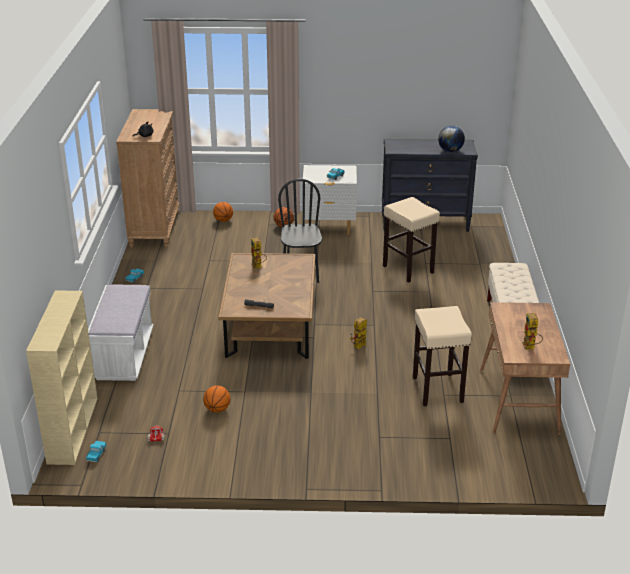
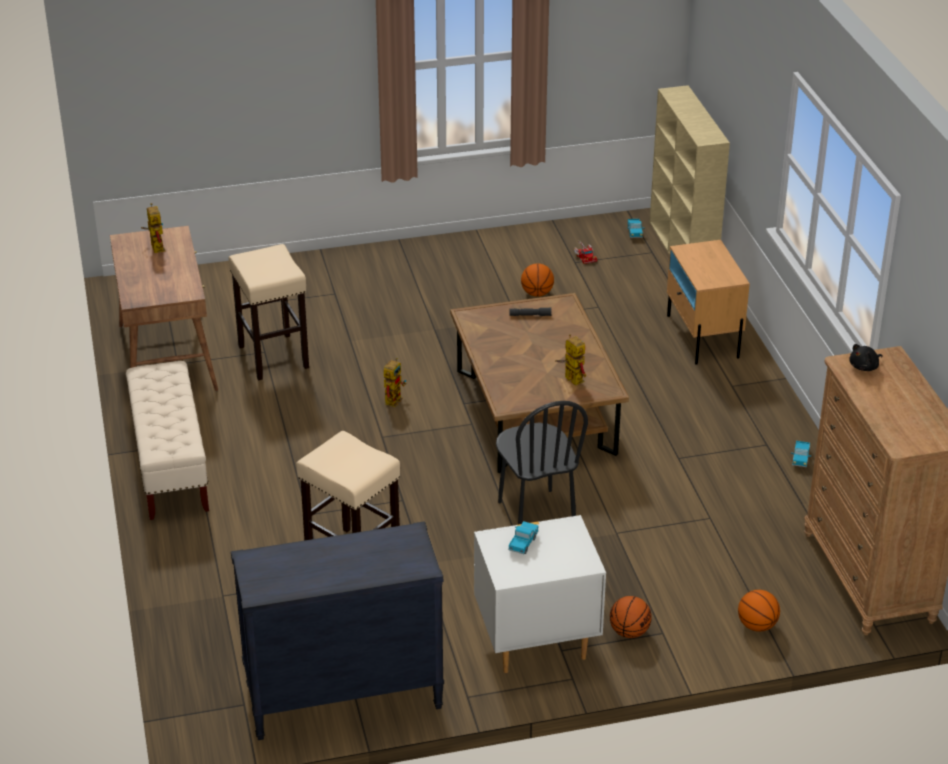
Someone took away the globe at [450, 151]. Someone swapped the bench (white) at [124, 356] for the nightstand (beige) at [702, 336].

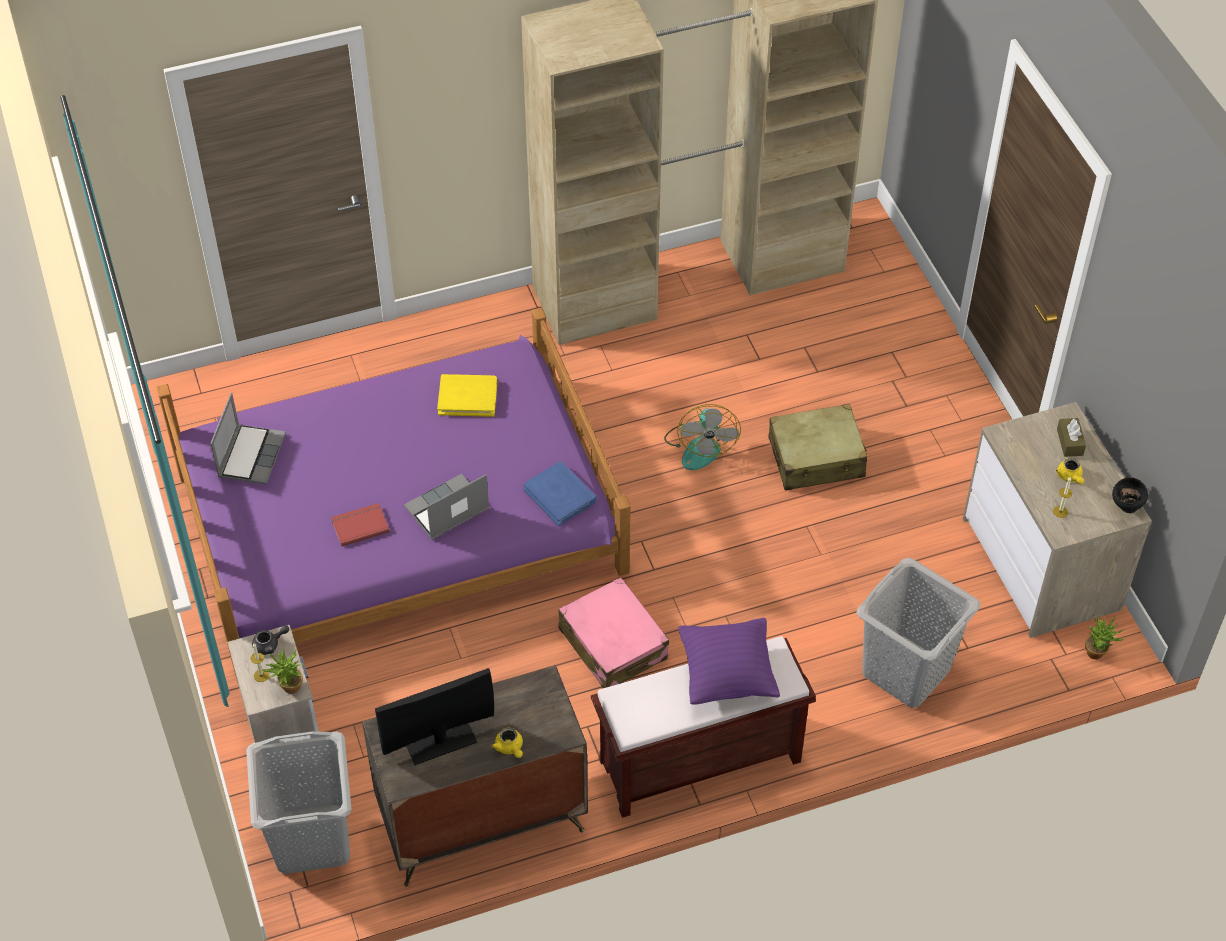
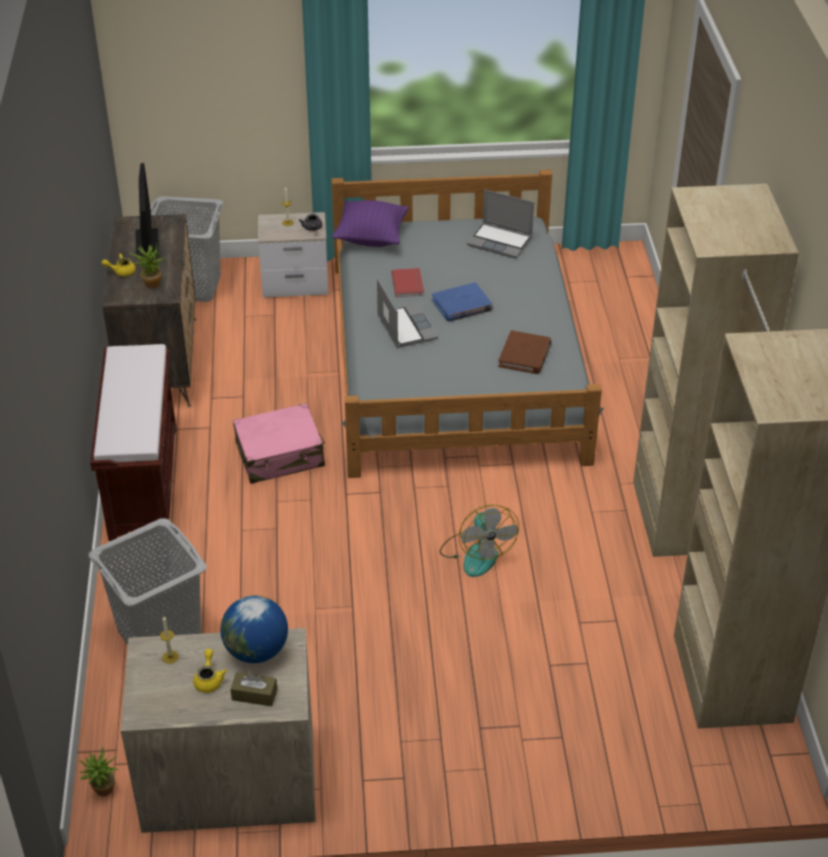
Someone repainted the bed (purple) at [401, 521], which became the bed (grey) at [455, 360]. Someone repainted the book (yellow) at [467, 397], which became the book (brown) at [525, 355]. Someone rotated the fan at [700, 446] by 120 degrees counterclockwise. Someone took away the suitcase (beige) at [816, 458]. Someone rotated the teapot (yellow) at [1070, 477] by 90 degrees clockwise. Someone carried the book (blue) from [560, 495] to [462, 305]. Someone took away the bowl (black) at [1126, 507]. Someone carried the pillow (purple) from [727, 675] to [371, 238]. Someone carried the potted plant from [288, 688] to [151, 282]. Someone put down the globe at [256, 651].

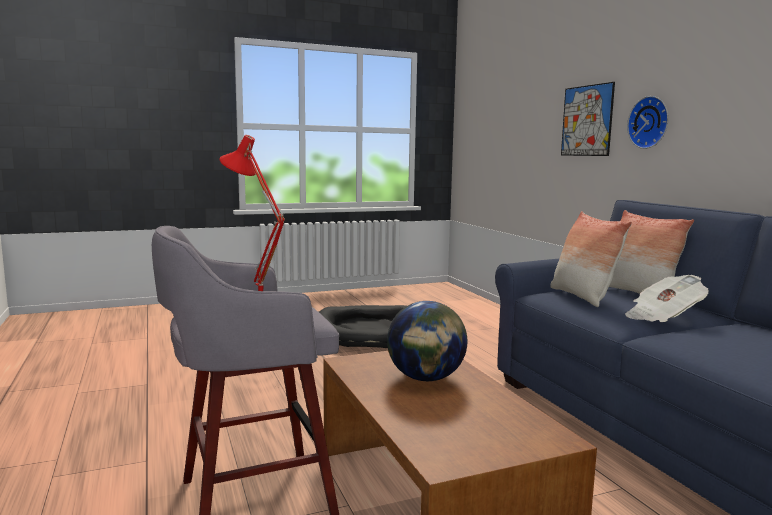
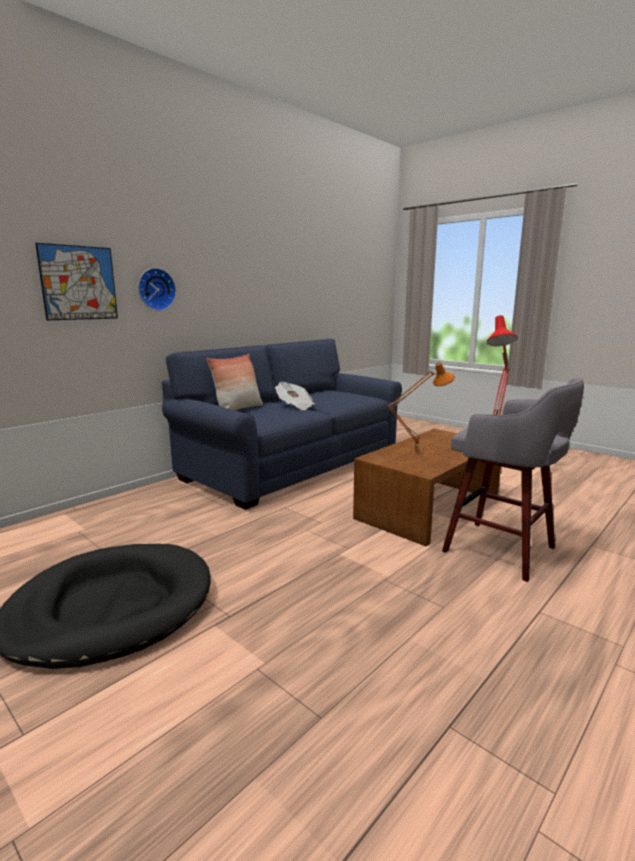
Someone took away the pillow at [582, 297]. Someone swapped the globe at [426, 378] for the table lamp (orange) at [417, 453].

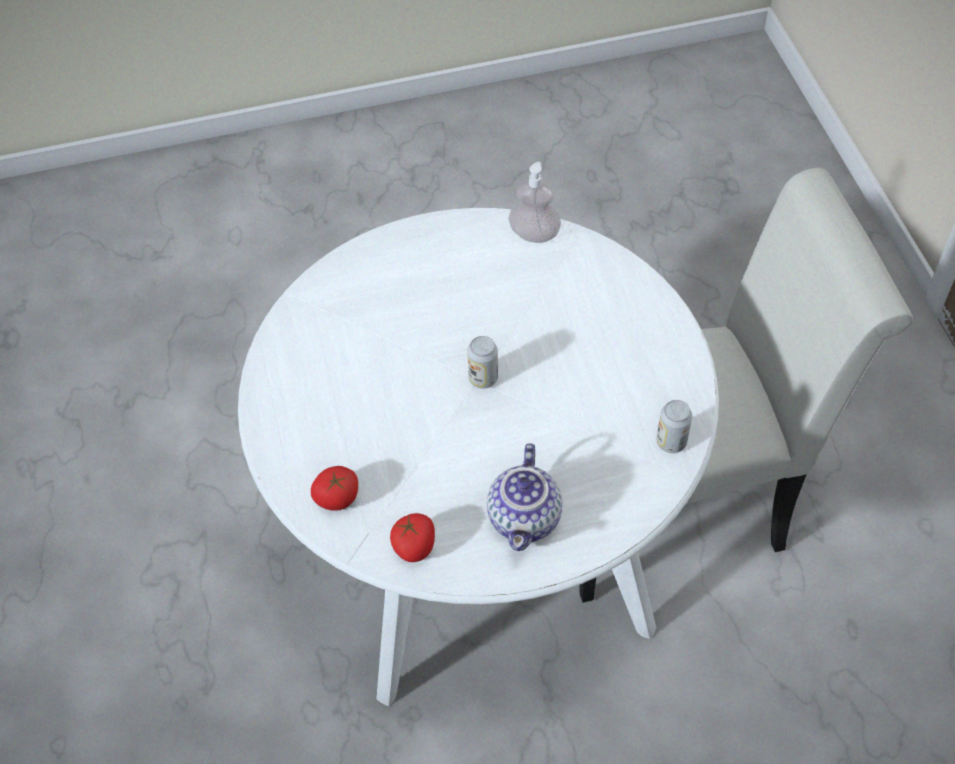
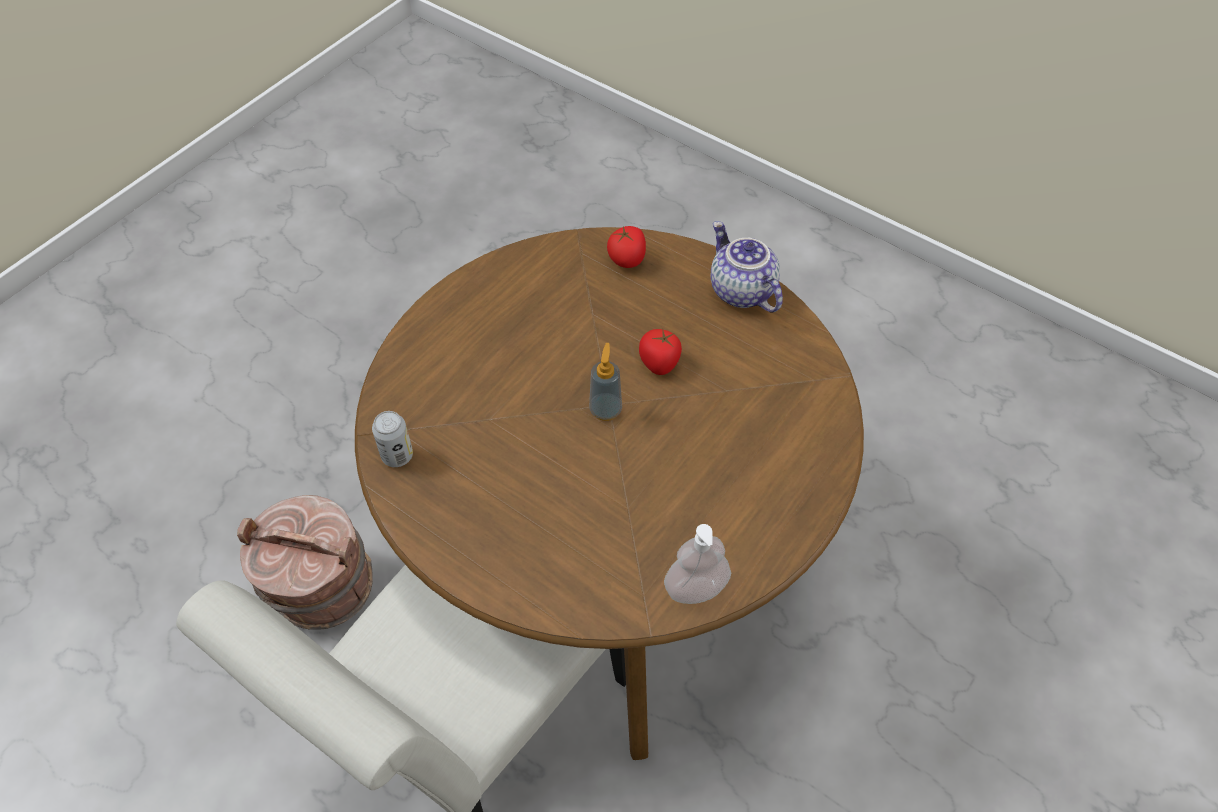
Someone repainted the dining table (white) at [483, 547], which became the dining table (brown) at [610, 572]. Someone swapped the can at [483, 378] for the soap dispenser at [605, 409]. Someone carried the teapot from [526, 519] to [740, 291]. Someone carried the tomato from [414, 546] to [659, 363]. Someone put down the bucket (brown) at [321, 589].

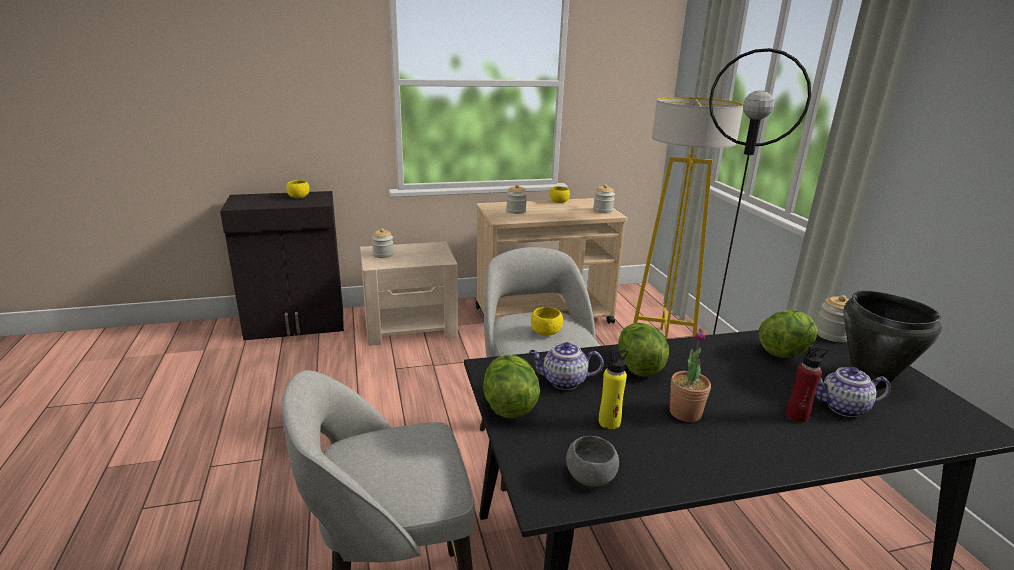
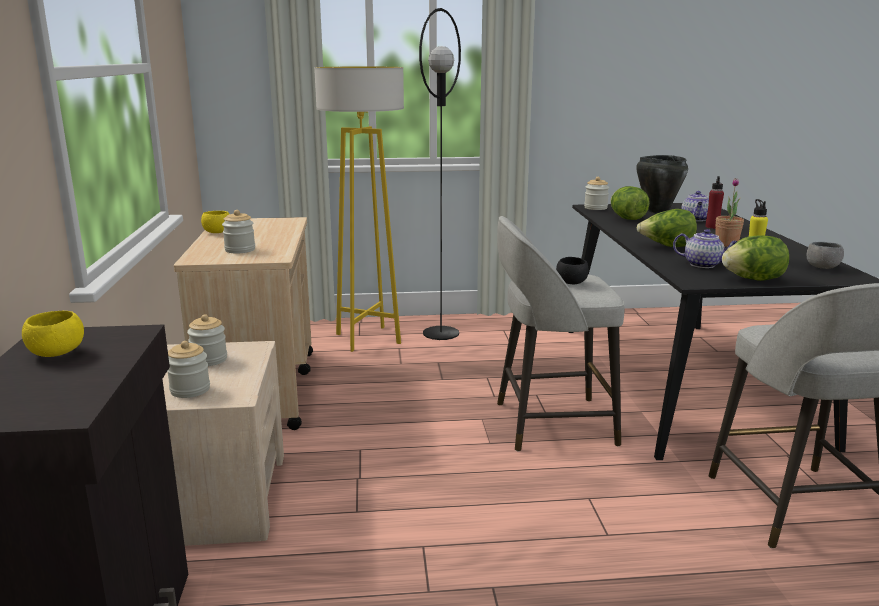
Someone carried the jar from [603, 210] to [209, 360]. Someone repainted the bowl (yellow) at [545, 332], which became the bowl (black) at [571, 283]. Someone rotated the teapot at [563, 381] by 75 degrees counterclockwise.

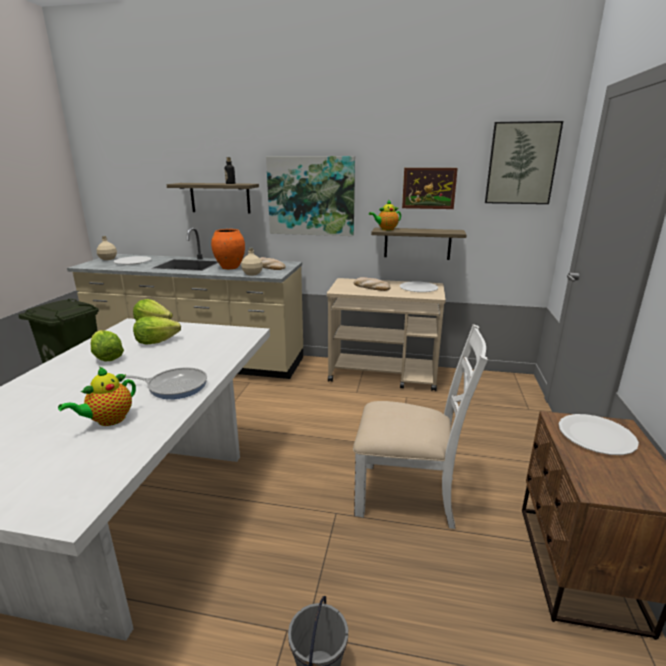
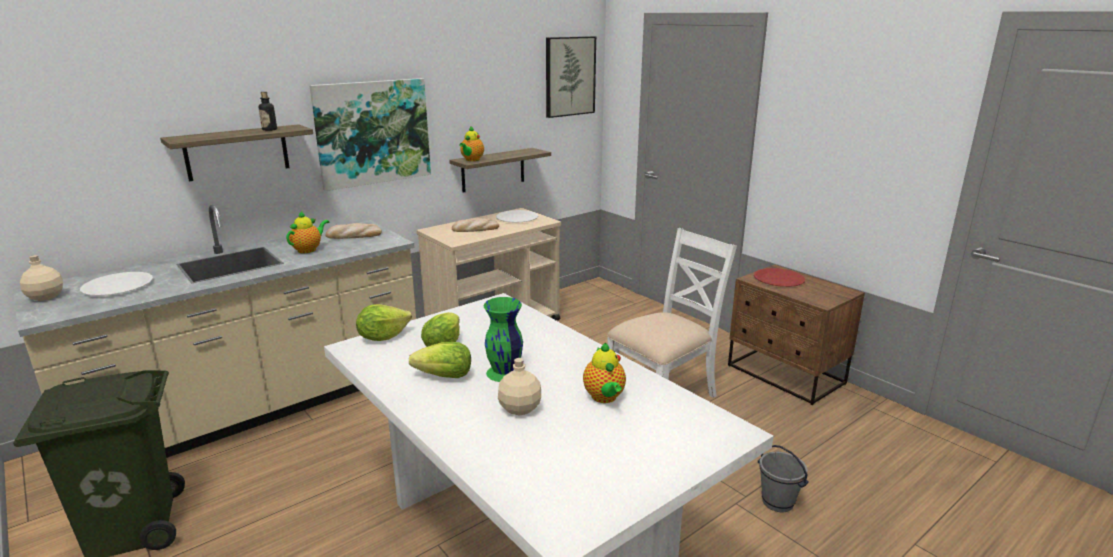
Someone took away the picture at [429, 188]. Someone swapped the vase (orange) at [229, 267] for the teapot at [309, 250]. Someone carried the bottle (beige) from [252, 274] to [520, 408]. Someone took away the frying pan at [174, 386]. Someone repainted the plate (white) at [596, 436], which became the plate (red) at [778, 279]. Someone put down the vase (green) at [504, 373].

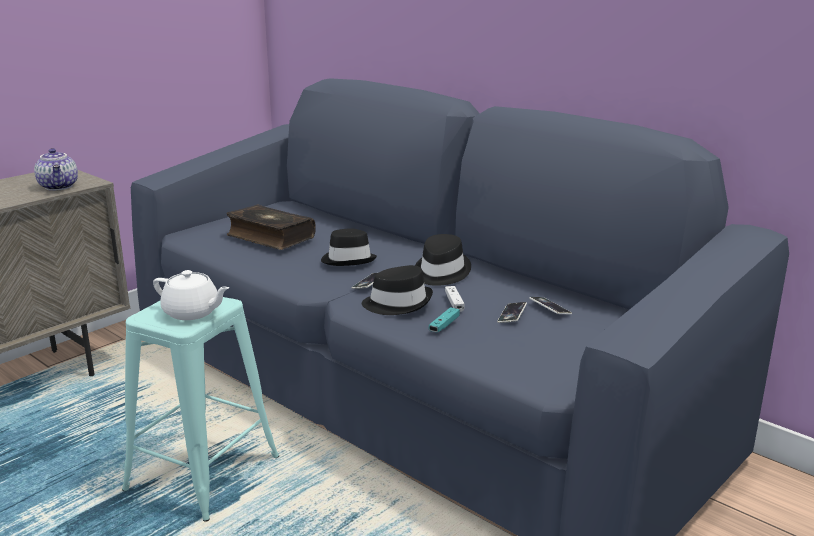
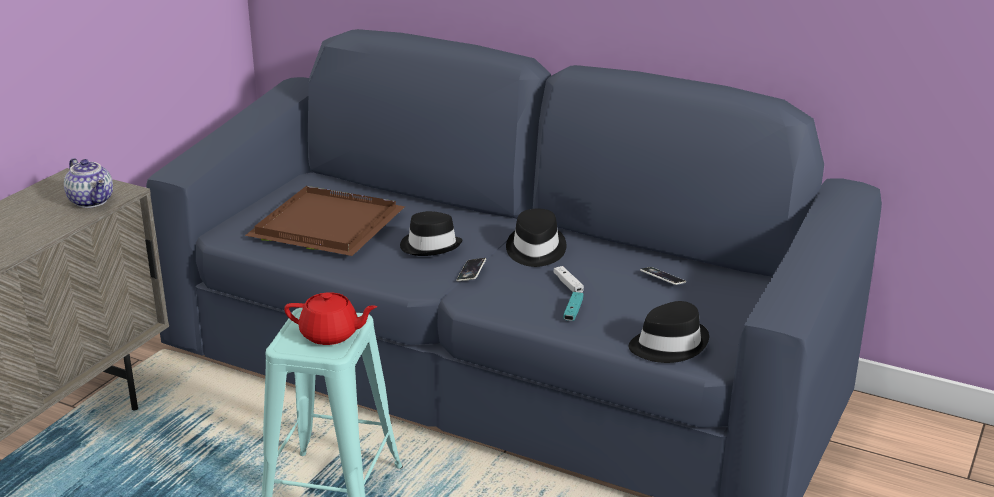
Someone swapped the book at [270, 237] for the tray (brown) at [324, 226]. Someone carried the hat (black) from [398, 303] to [668, 345]. Someone repainted the teapot (white) at [192, 313], which became the teapot (red) at [331, 335]. Someone took away the phone at [512, 315].

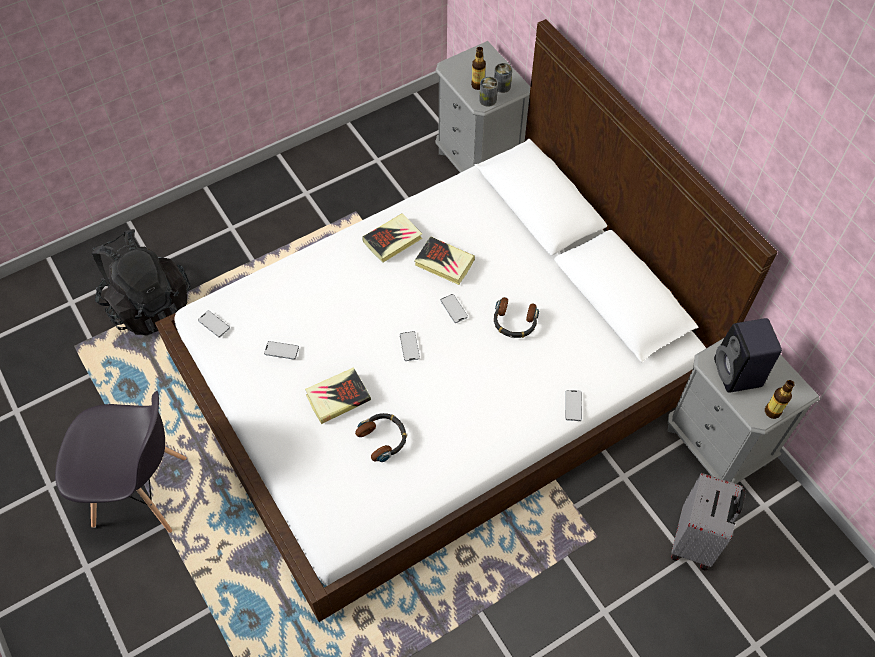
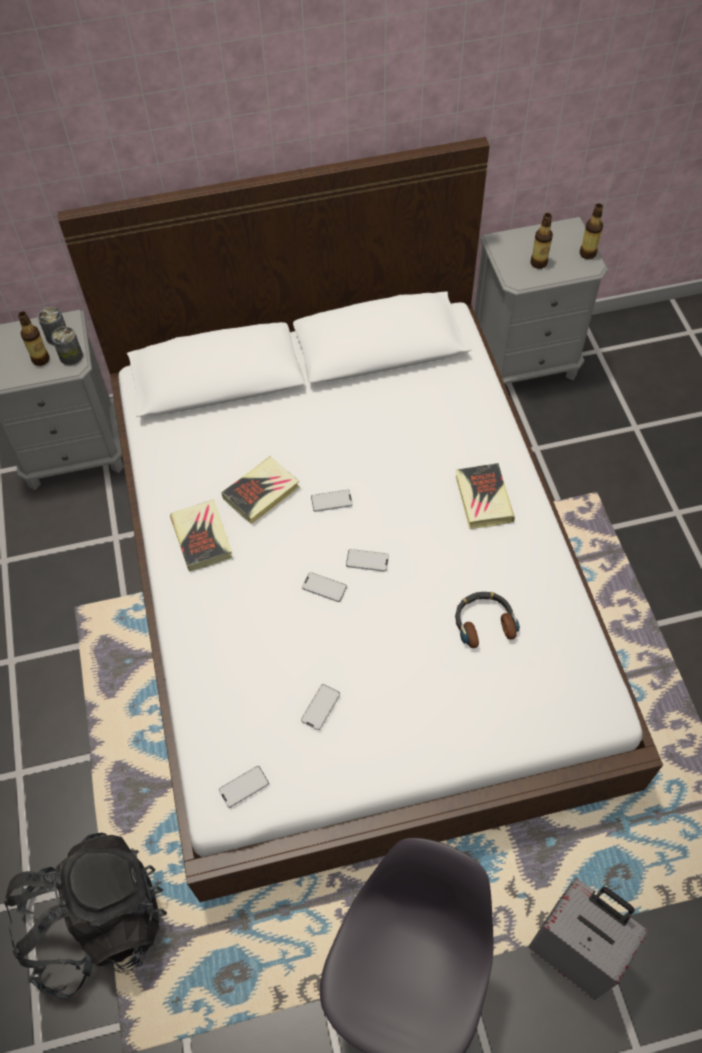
Someone took away the headphones at [514, 322]. Someone swapped the speaker (black) at [739, 374] for the bottle at [538, 263]. Someone carried the book from [338, 397] to [483, 499]. Someone carried the phone from [573, 406] to [324, 587]. Someone carried the suitcase (grey) from [696, 540] to [575, 951].

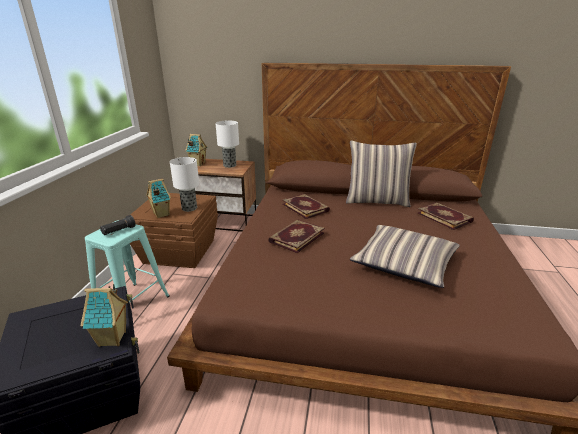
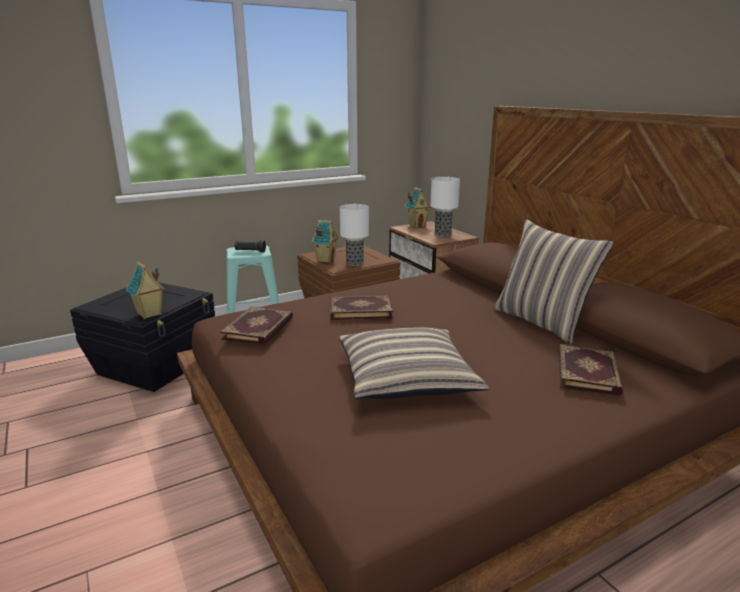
Someone carried the book from [305, 207] to [259, 328].

